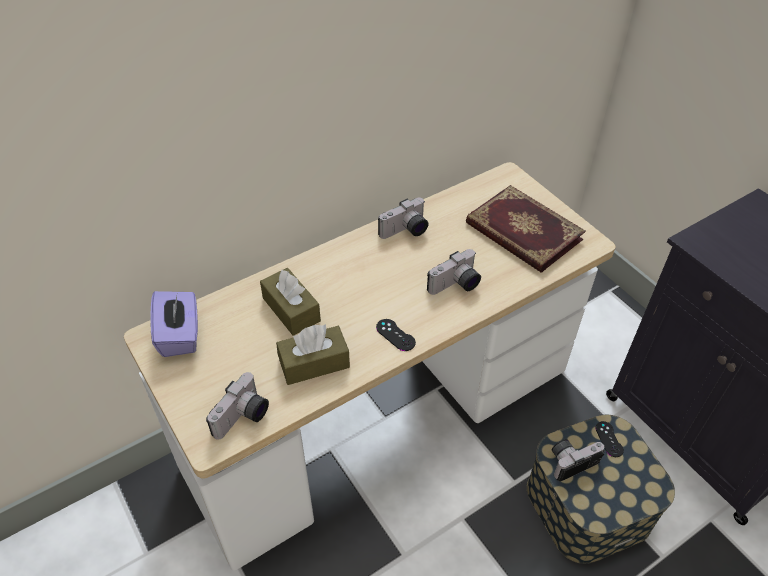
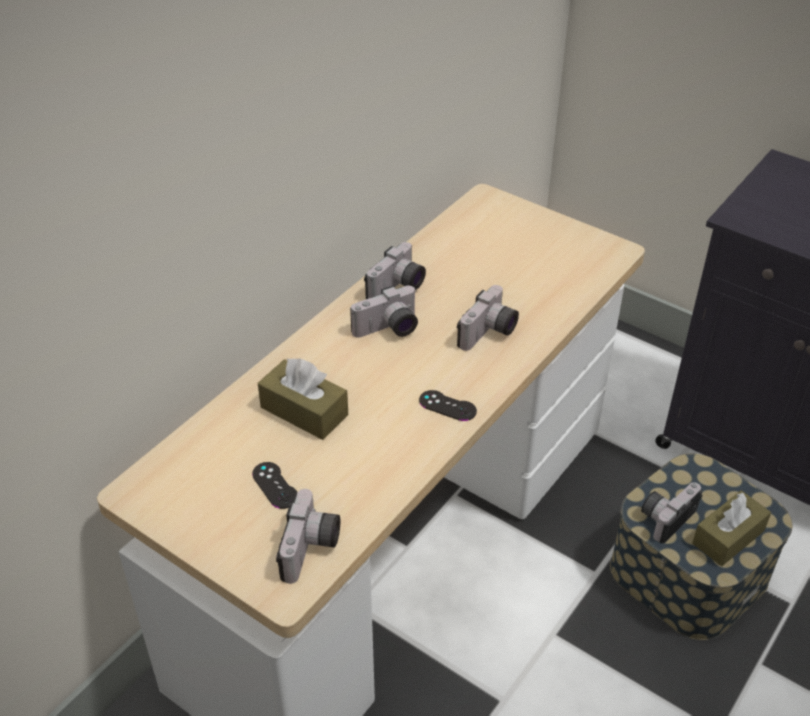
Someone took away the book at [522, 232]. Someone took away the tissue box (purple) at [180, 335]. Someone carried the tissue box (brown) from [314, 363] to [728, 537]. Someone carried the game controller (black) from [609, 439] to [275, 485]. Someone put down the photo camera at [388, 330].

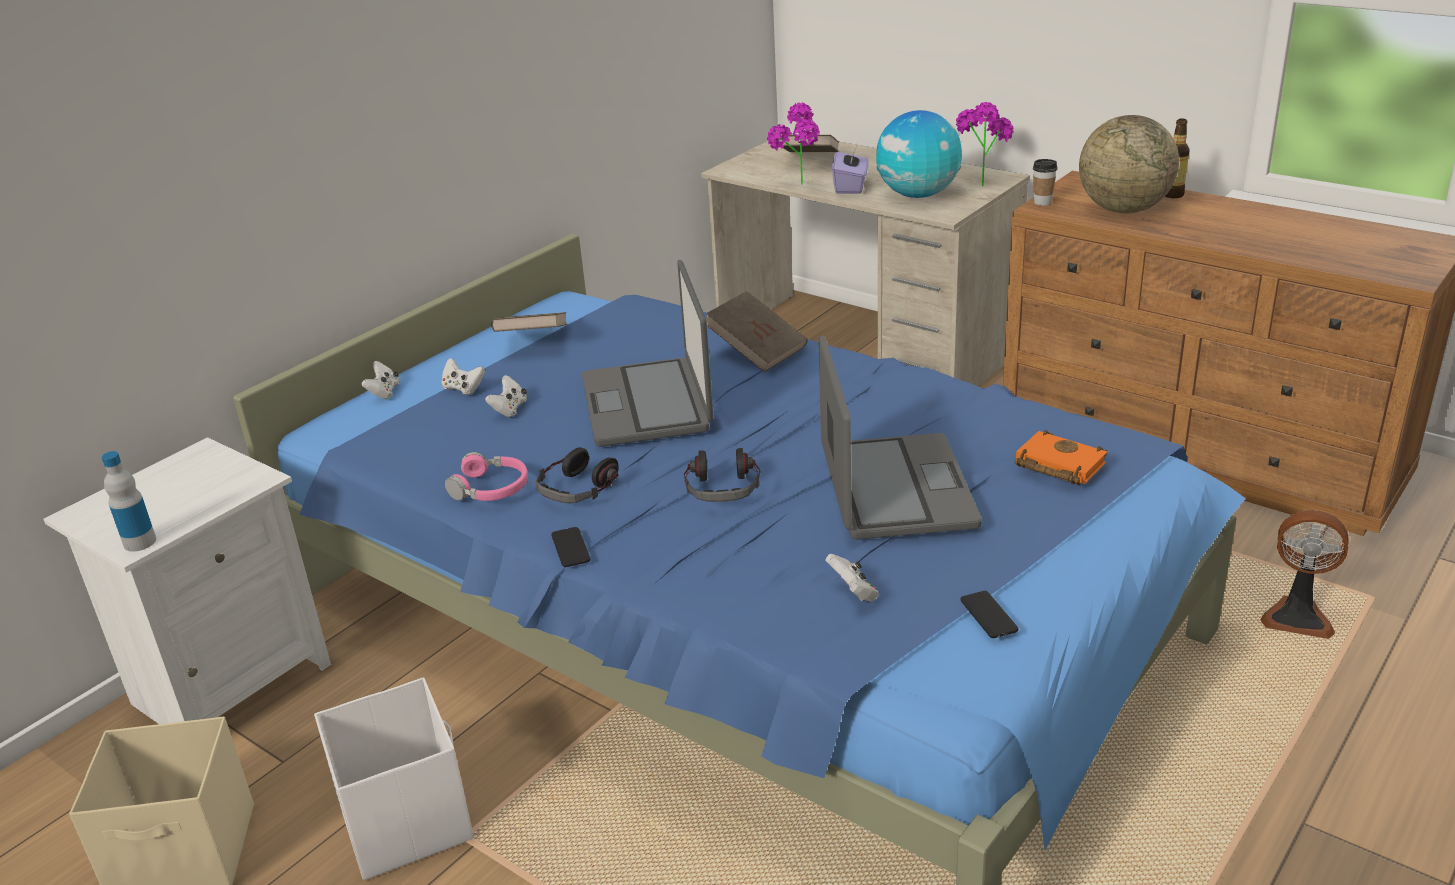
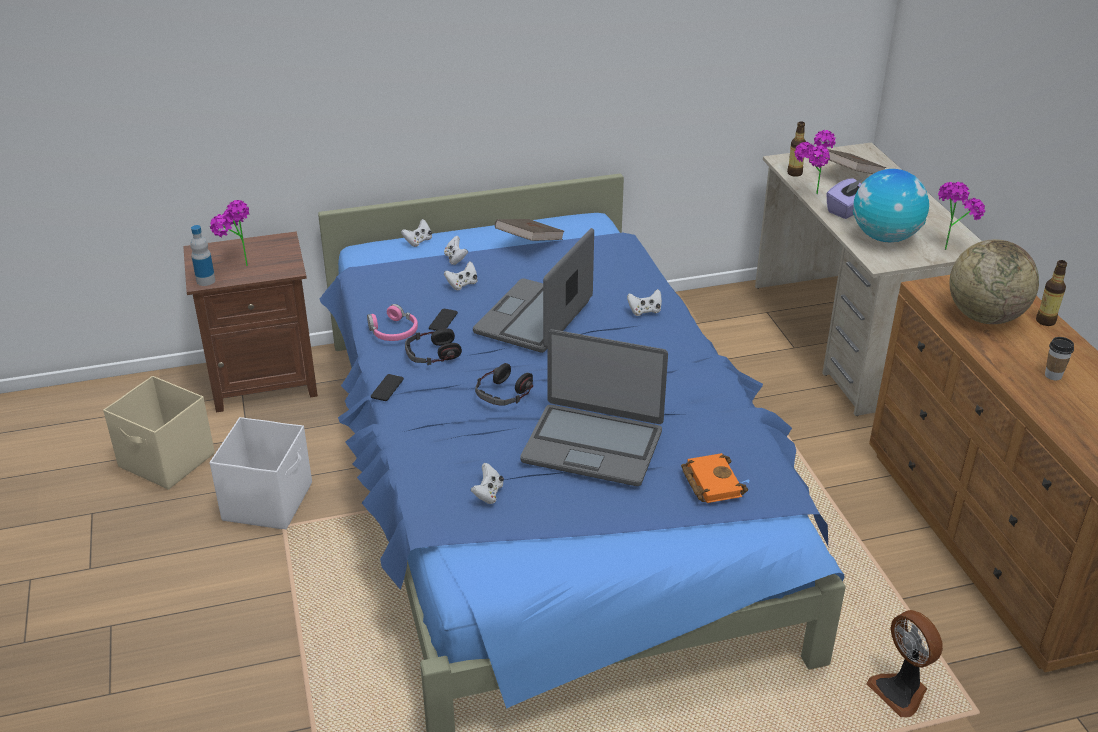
Someone carried the cup from [1042, 202] to [1053, 375]. Someone swapped the book (brown) at [757, 350] for the game controller (white) at [645, 311]. Someone rotated the laptop at [894, 489] by 75 degrees clockwise. Someone repainted the nightstand (white) at [228, 684], which became the nightstand (brown) at [263, 381]. Someone carried the phone from [988, 615] to [443, 320]. Someone put down the bottle at [794, 173]. Someone put down the potted plant at [237, 265].

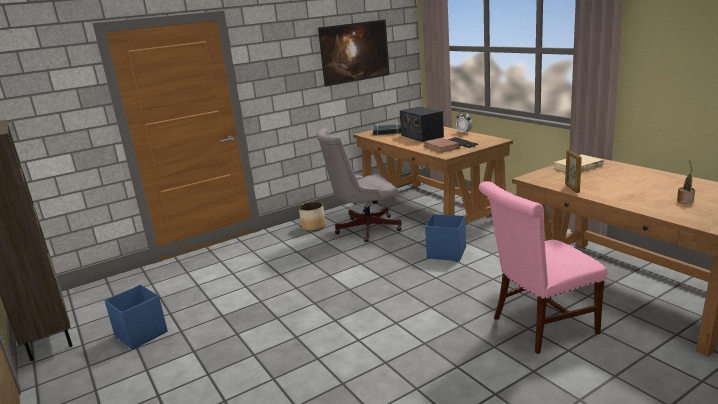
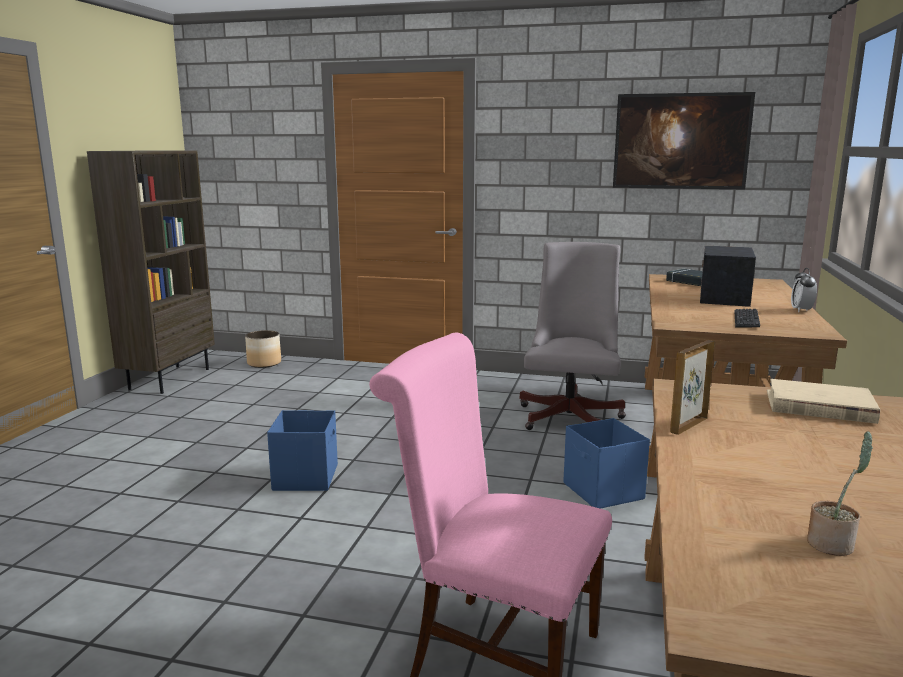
Someone rotated the office chair (grey) at [363, 229] by 75 degrees clockwise. Someone took away the book (brown) at [441, 147]. Someone carried the planter from [313, 226] to [264, 363]. Someone carried the storage box (blue) from [141, 333] to [306, 477].

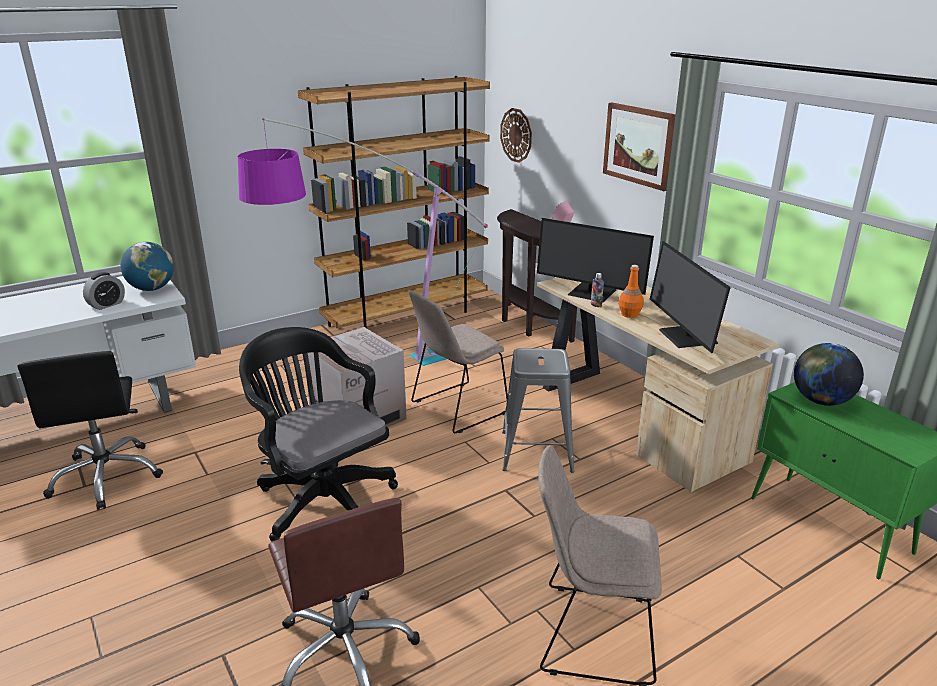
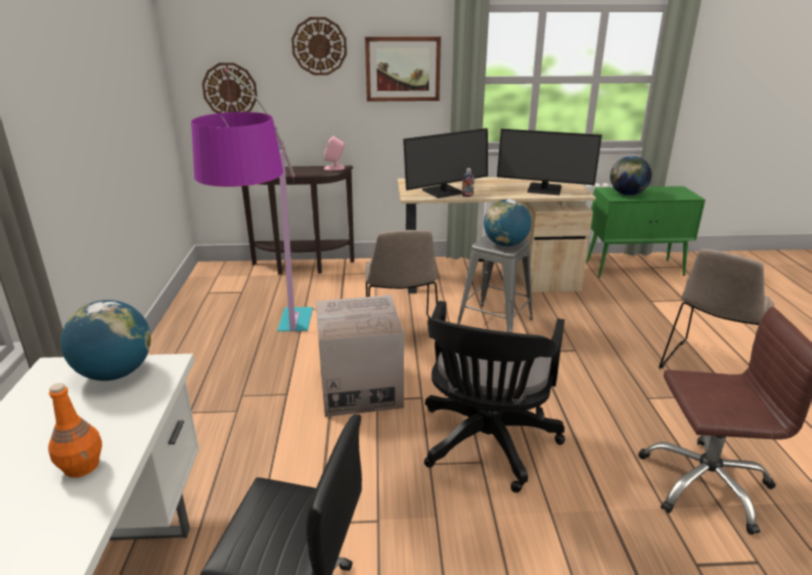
Someone took away the bookcase (brown) at [407, 316]. Someone carried the bottle (orange) from [630, 314] to [82, 466]. Someone took away the alarm clock at [107, 305]. Someone rotated the office chair (black) at [322, 498] by 60 degrees counterclockwise. Someone put up the wall clock at [319, 46]. Someone put down the globe at [505, 244].

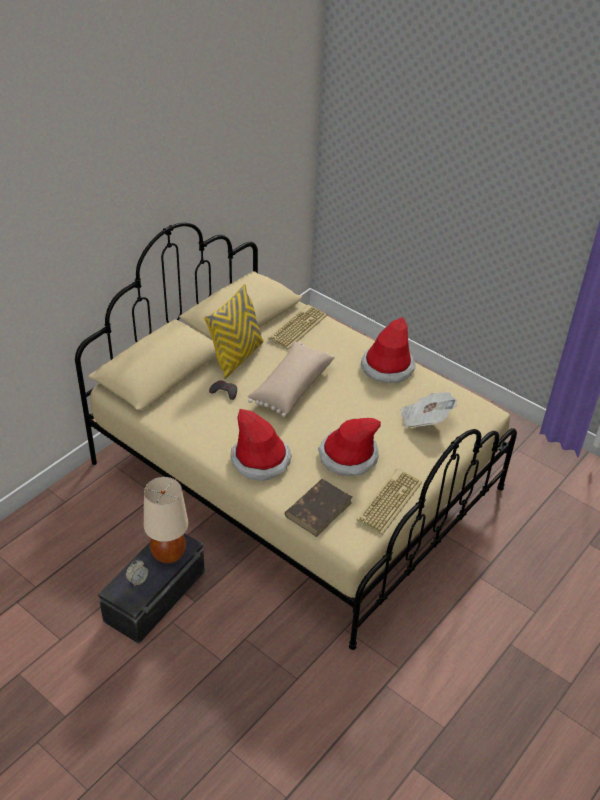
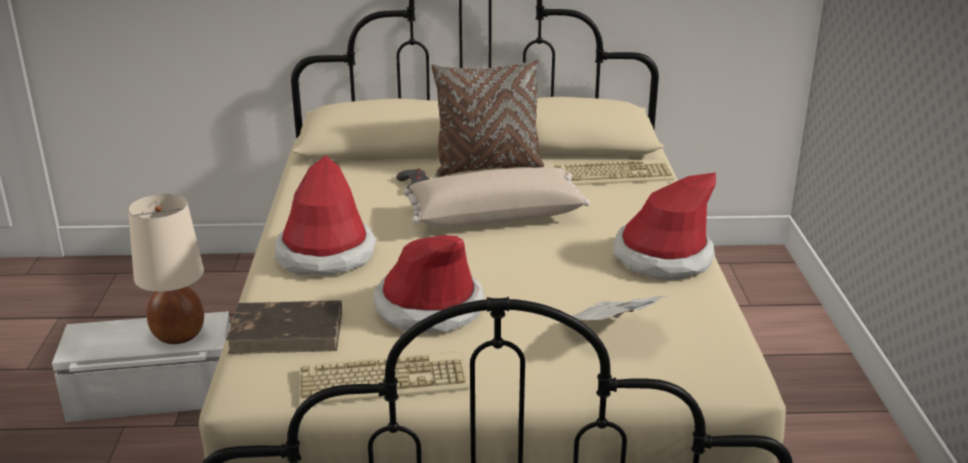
Someone repainted the pillow (yellow) at [236, 357], which became the pillow (brown) at [487, 167]. Someone repainted the storage box (black) at [156, 596], which became the storage box (white) at [154, 394]. Someone took away the alarm clock at [137, 580].

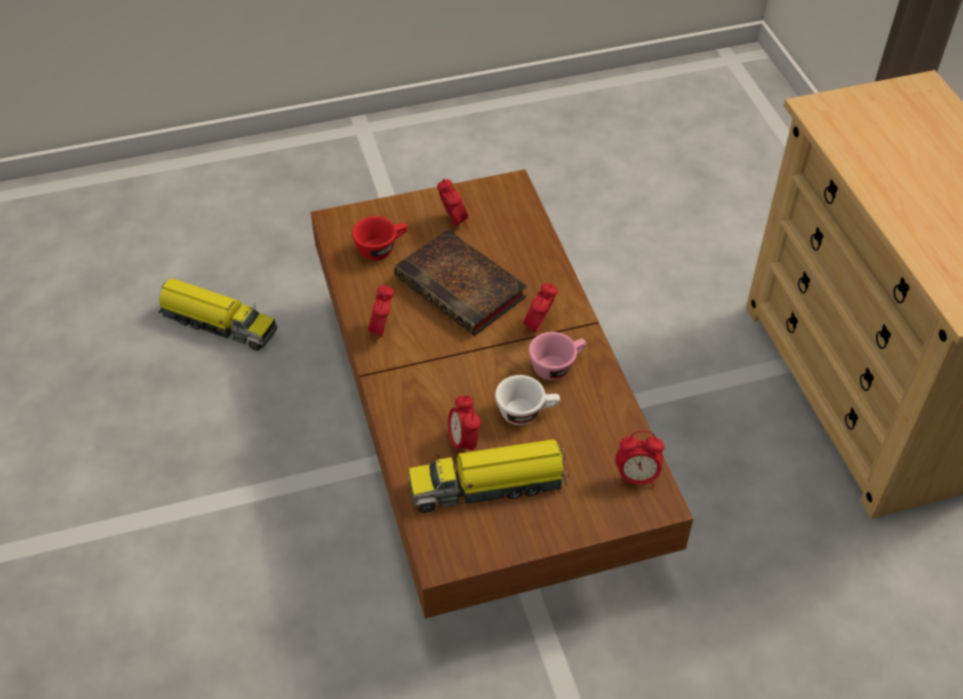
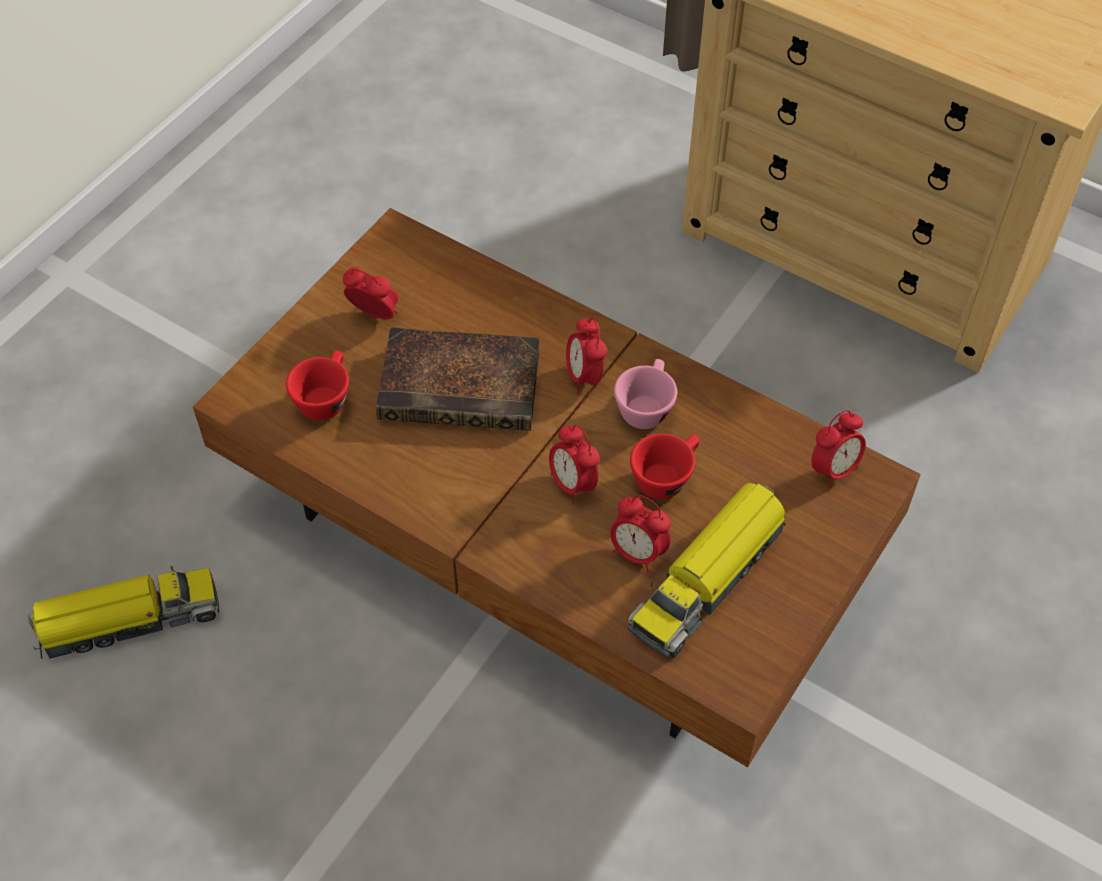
Someone carried the alarm clock from [382, 330] to [573, 484]. Someone repainted the cup (white) at [526, 412], which became the cup (red) at [666, 476].

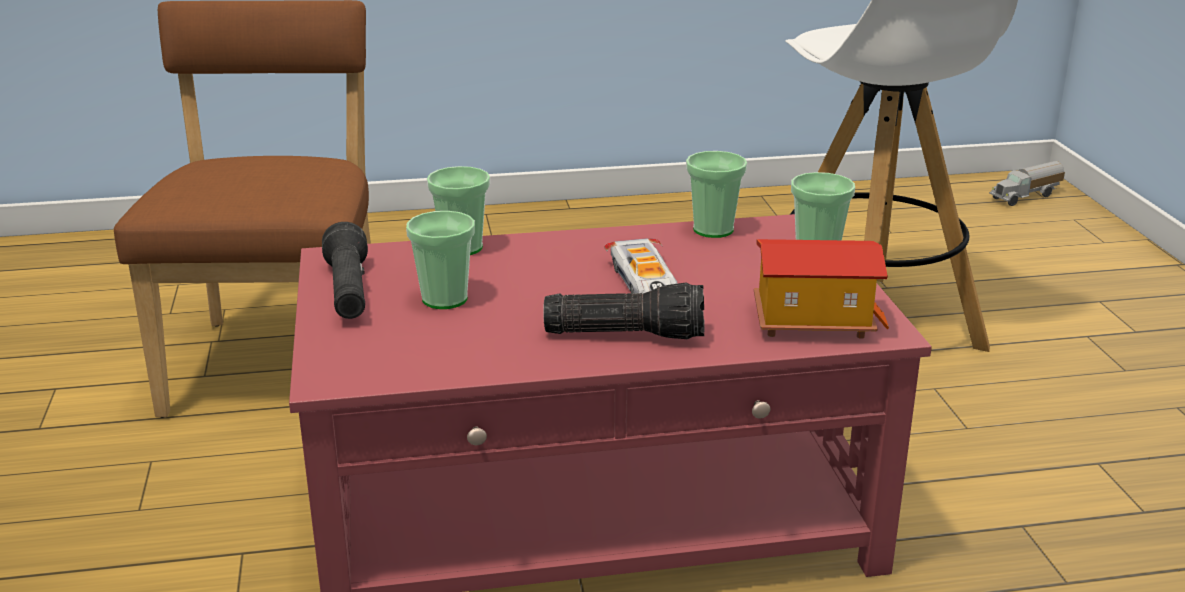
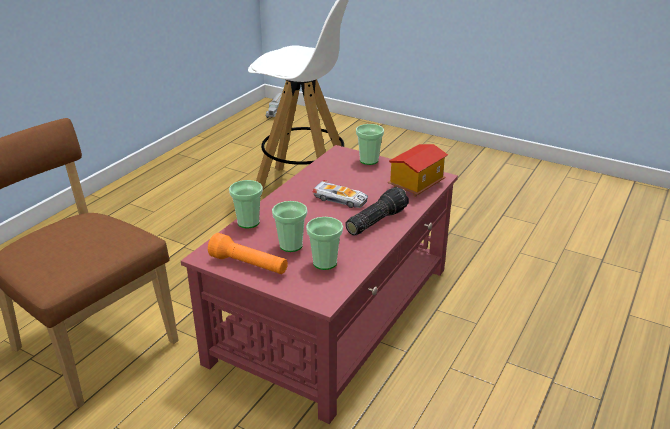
Someone carried the cup from [713, 230] to [325, 263]. Someone repainted the flashlight (black) at [348, 292], which became the flashlight (orange) at [249, 265].

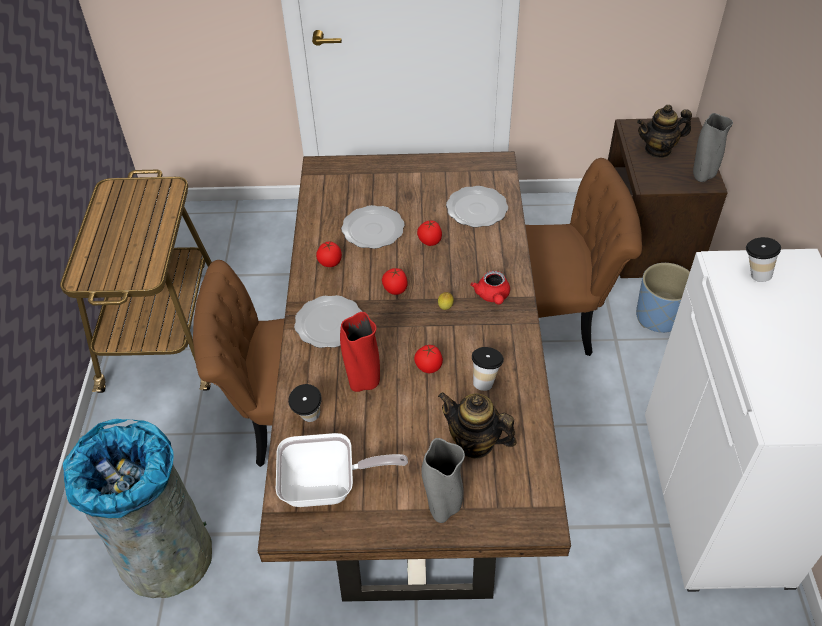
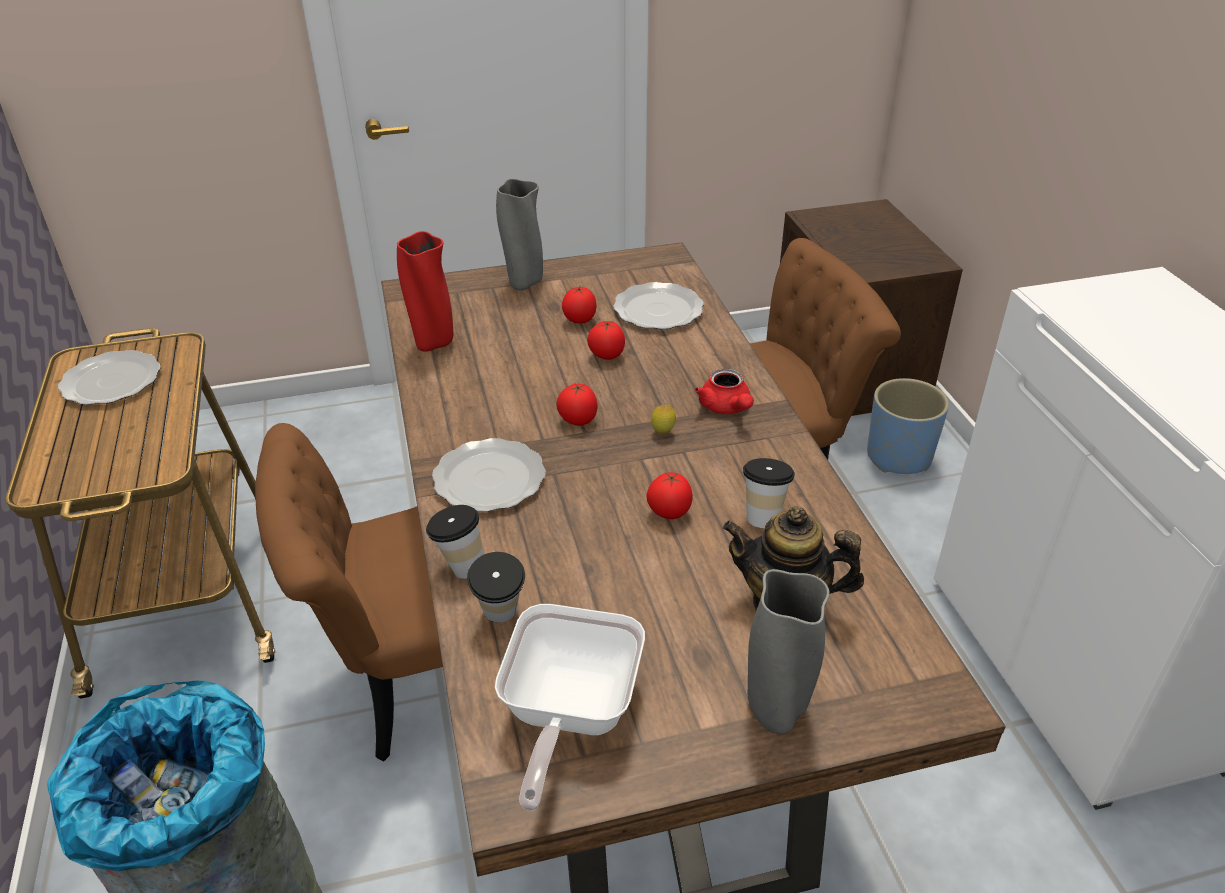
Someone took away the teapot at [658, 150]. Someone carried the vase (grey) from [702, 176] to [524, 283]. Someone carried the plate from [374, 229] to [113, 381]. Someone carried the cup from [754, 274] to [460, 567]. Someone carried the tomato from [330, 263] to [579, 320]. Someone carried the vase (red) from [363, 383] to [433, 344]. Someone rotated the frying pan at [328, 486] by 120 degrees clockwise.

